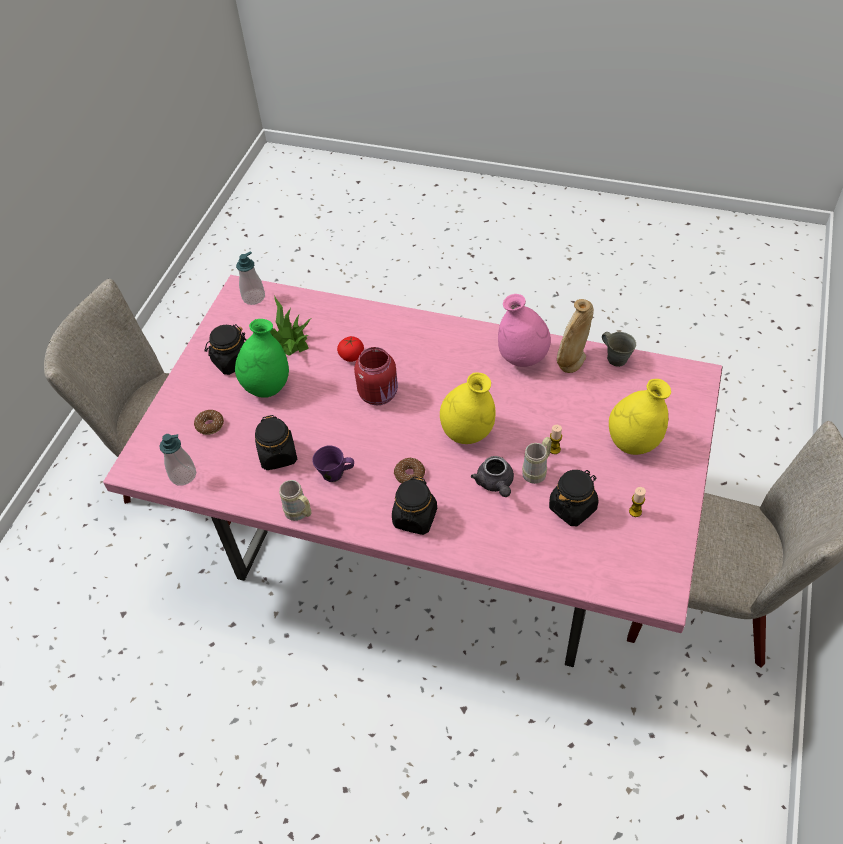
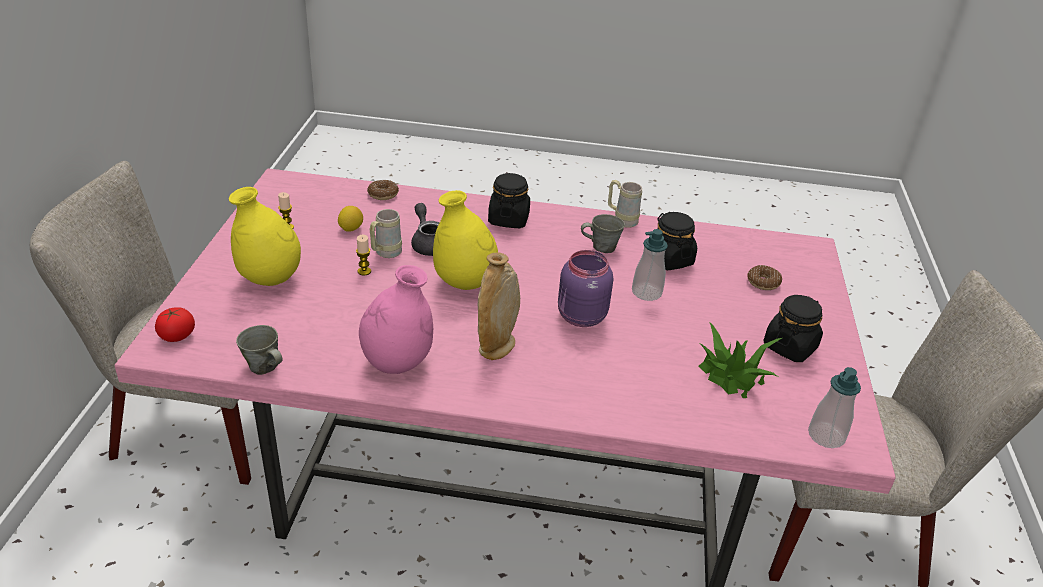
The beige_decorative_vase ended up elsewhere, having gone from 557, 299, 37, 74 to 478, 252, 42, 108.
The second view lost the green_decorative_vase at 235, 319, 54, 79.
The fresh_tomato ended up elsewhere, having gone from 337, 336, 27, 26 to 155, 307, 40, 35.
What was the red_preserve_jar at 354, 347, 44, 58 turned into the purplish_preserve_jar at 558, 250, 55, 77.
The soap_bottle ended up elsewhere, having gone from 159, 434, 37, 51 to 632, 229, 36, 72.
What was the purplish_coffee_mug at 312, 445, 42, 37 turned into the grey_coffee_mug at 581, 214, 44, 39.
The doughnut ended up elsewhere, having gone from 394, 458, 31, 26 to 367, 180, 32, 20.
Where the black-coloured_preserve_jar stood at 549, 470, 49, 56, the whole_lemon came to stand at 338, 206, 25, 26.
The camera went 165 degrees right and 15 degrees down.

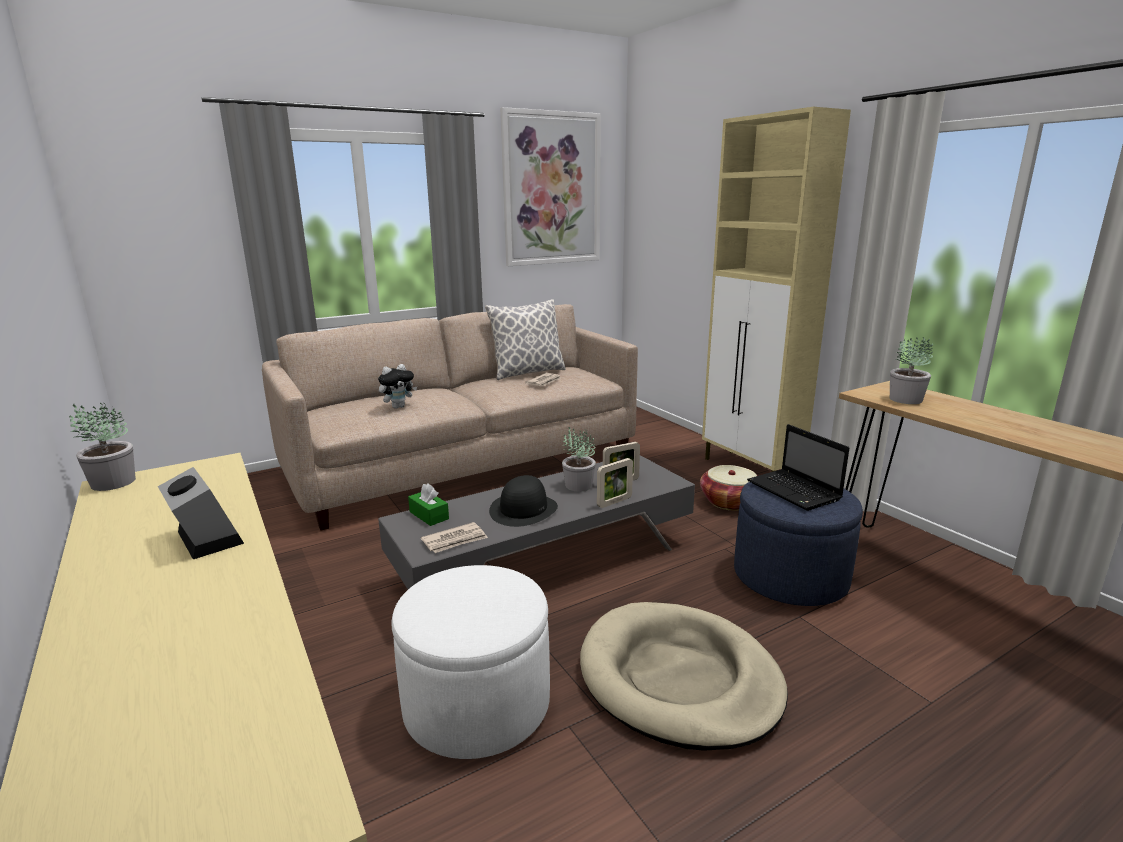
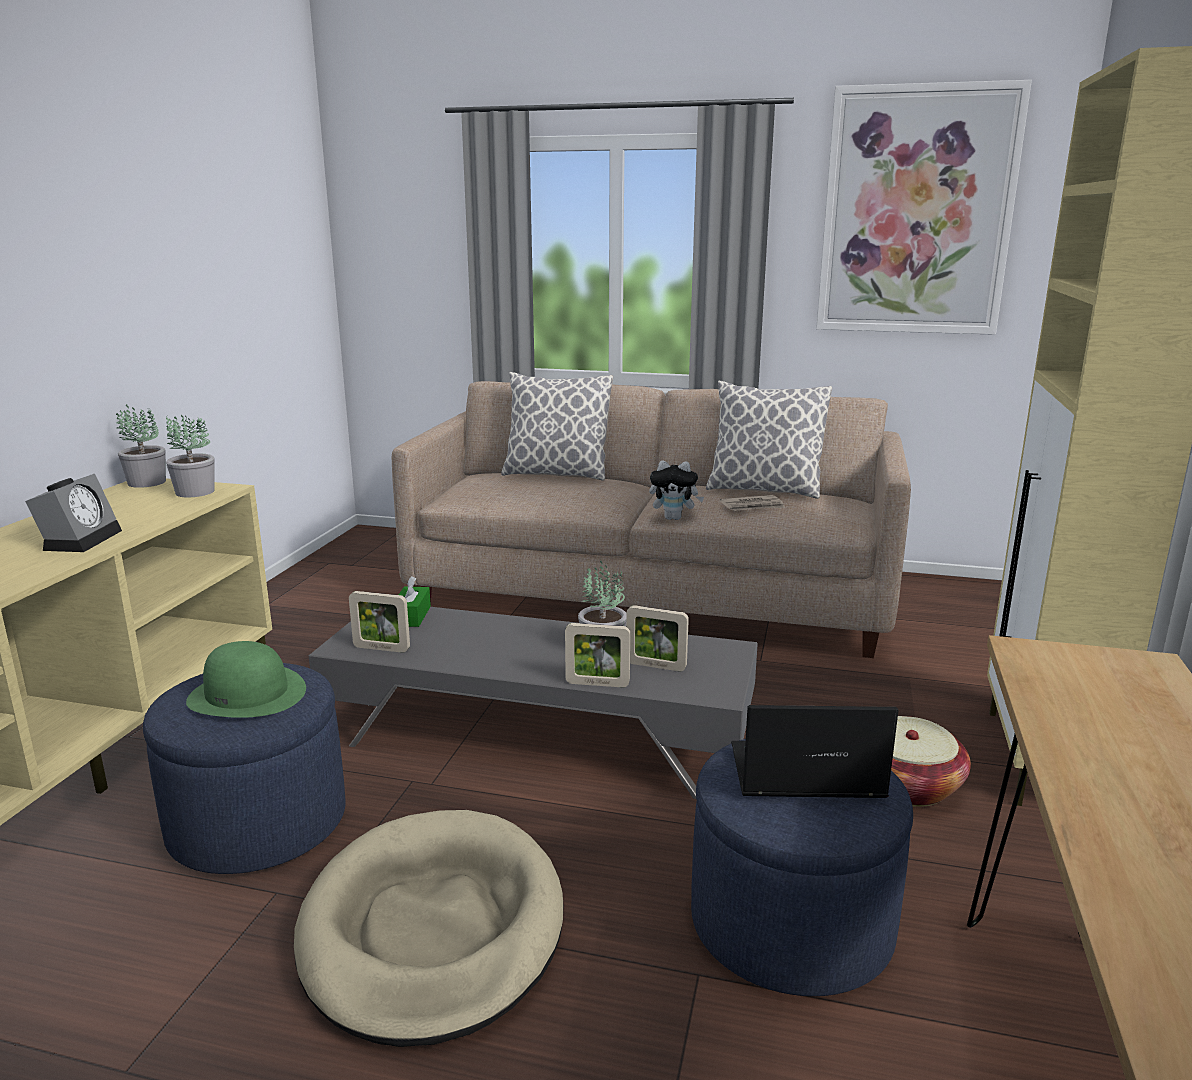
The potted_plant ended up elsewhere, having gone from 890, 337, 43, 67 to 166, 415, 48, 82.
The soft_toy ended up elsewhere, having gone from 378, 364, 39, 45 to 649, 460, 55, 60.
The notebook_computer at 747, 424, 102, 87 ended up facing another way, 75 degrees clockwise from before.
The second view lost the black-coloured_clothing_hat at 489, 475, 69, 52.
Where the daily_paper stood at 421, 522, 67, 31, the picture_frame came to stand at 349, 591, 61, 62.
What was the white_footrest at 391, 565, 159, 194 turned into the blue-coloured_footrest at 143, 663, 203, 211.
The second view gained the cushion at 501, 372, 112, 109.
The second view gained the green_clothing_hat at 186, 641, 120, 77.
The camera went 45 degrees right and 0 degrees up.

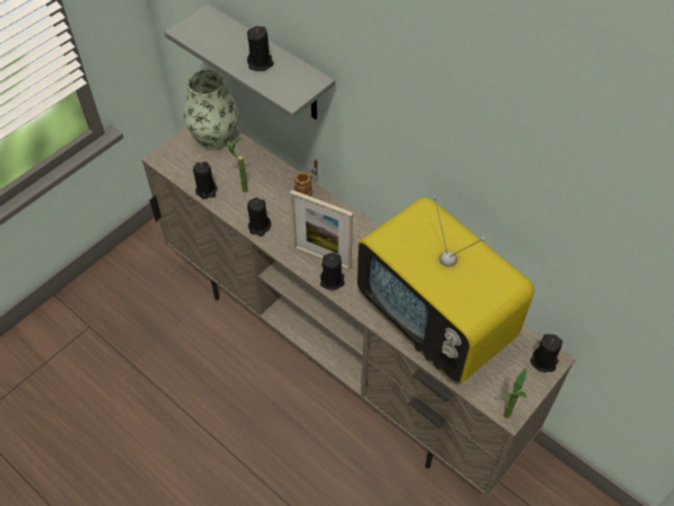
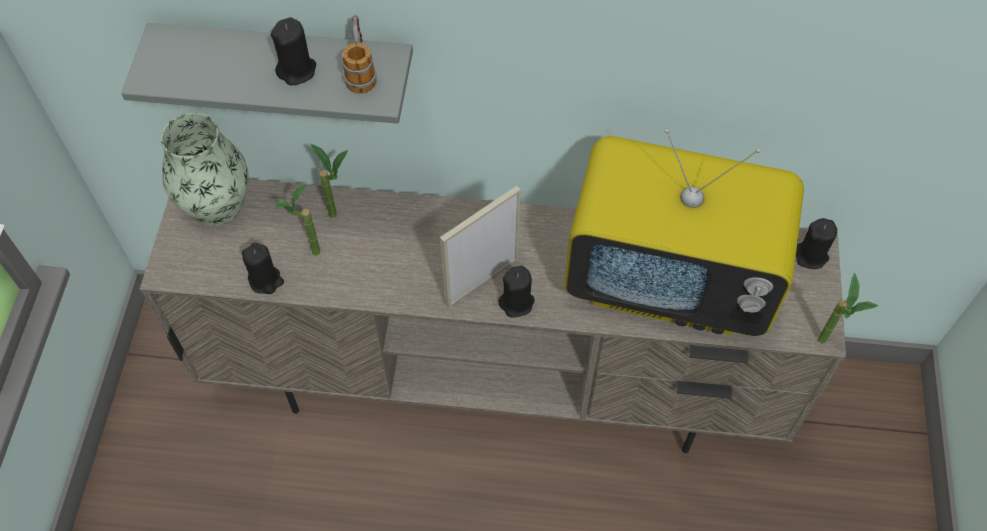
The coffee_mug ended up elsewhere, having gone from 294, 159, 24, 38 to 342, 15, 35, 79.
The picture_frame at 290, 190, 63, 80 ended up facing another way, 150 degrees clockwise from before.
The second view lost the black-coloured_wax_candle at 247, 197, 24, 39.
The second view gained the potted_plant at 311, 144, 37, 74.
The camera went 35 degrees left and 5 degrees up.

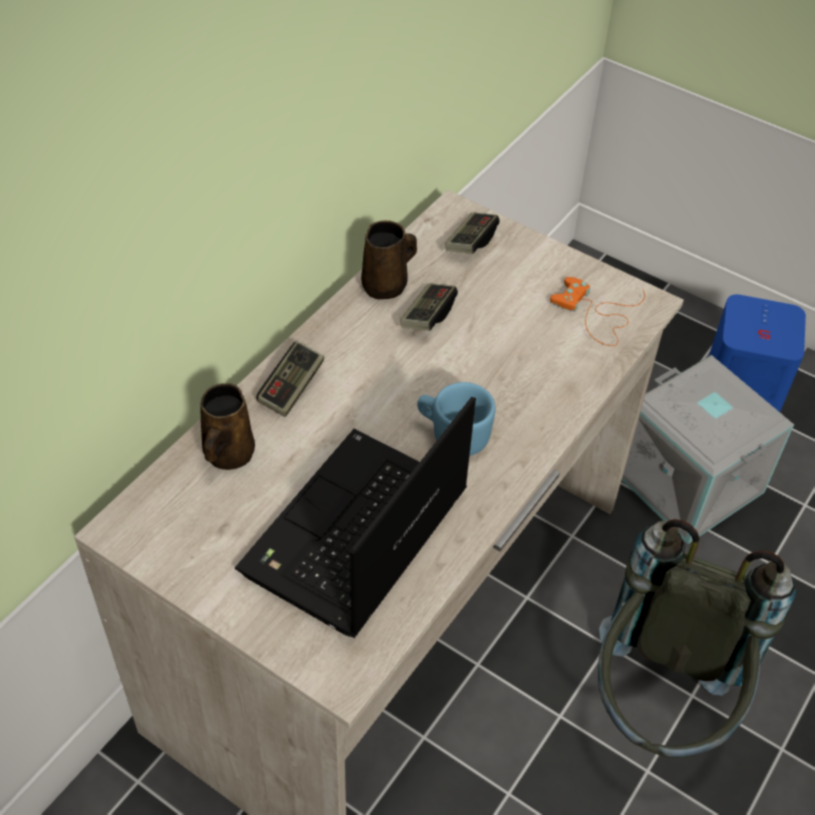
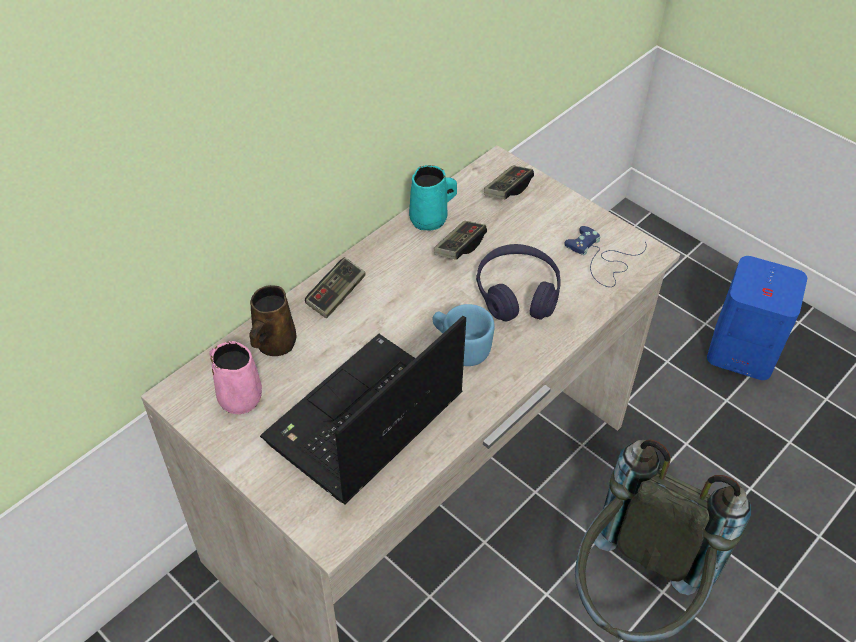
What was the brownish_coffee_mug at 361, 220, 56, 80 turned into the turquoise-coloured_coffee_mug at 409, 165, 48, 66.
What was the orange-coloured_joypad at 550, 277, 95, 69 turned into the blue-coloured_joypad at 564, 226, 82, 61.
The second view lost the grey_storage_box at 622, 355, 172, 189.
The second view gained the purplish_pair_of_headphones at 476, 244, 85, 78.
The second view gained the pink_coffee_mug at 209, 341, 53, 73.
The camera went 10 degrees right and 0 degrees up.

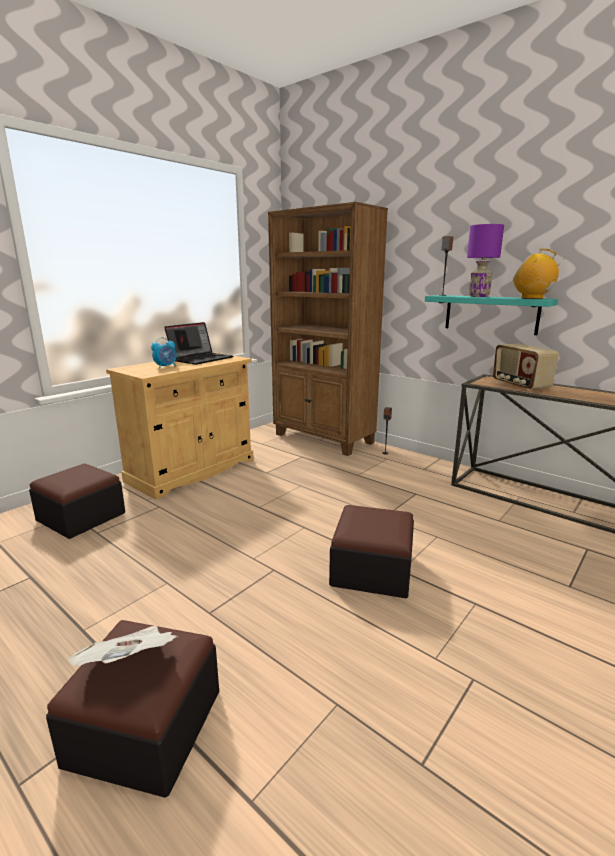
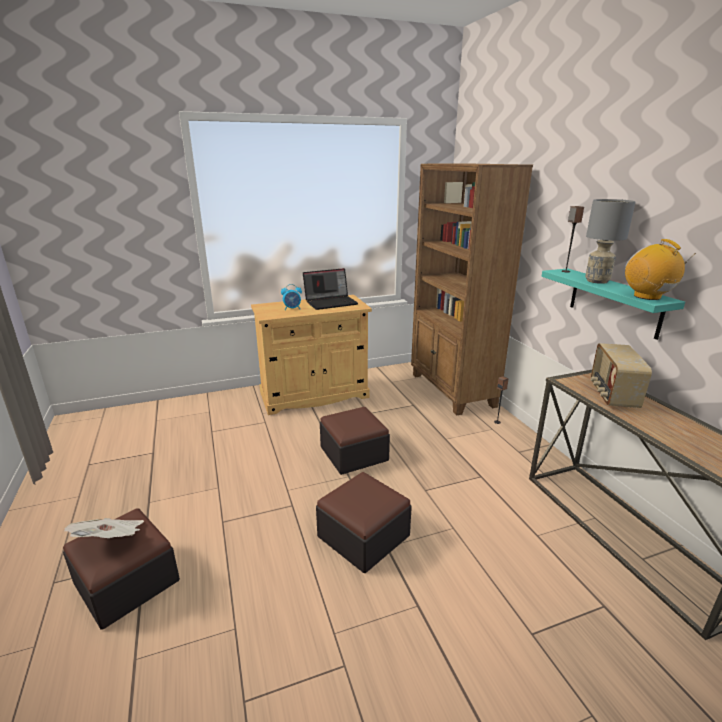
What was the purplish_lamp_for_a_table at 467, 224, 37, 73 turned into the grey_lamp_for_a_table at 585, 199, 51, 85.
The footrest ended up elsewhere, having gone from 29, 464, 96, 75 to 320, 407, 70, 68.
The camera went 30 degrees right and 5 degrees up.

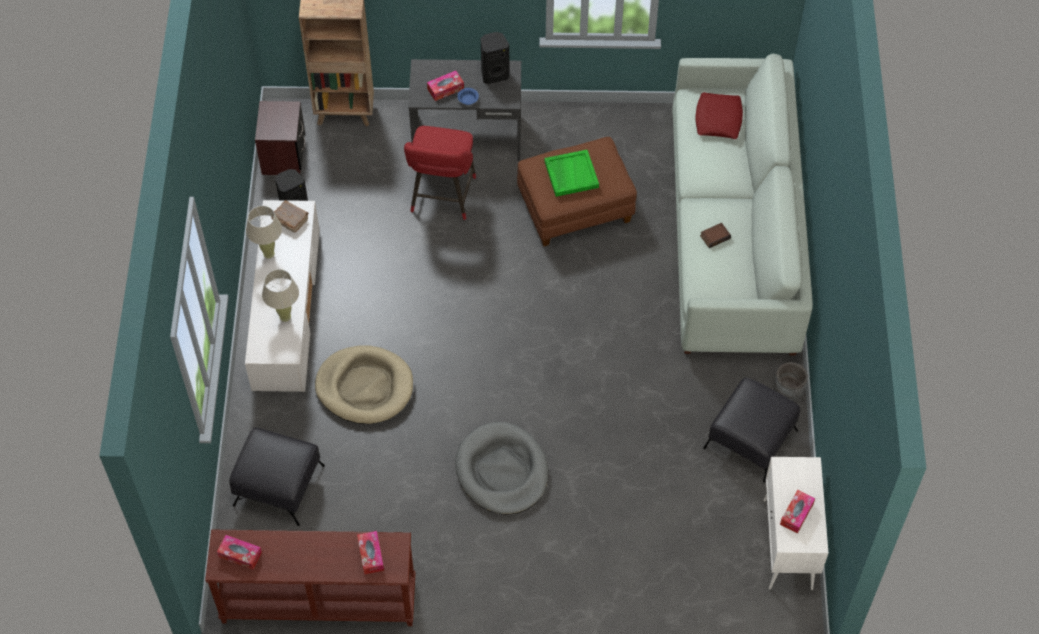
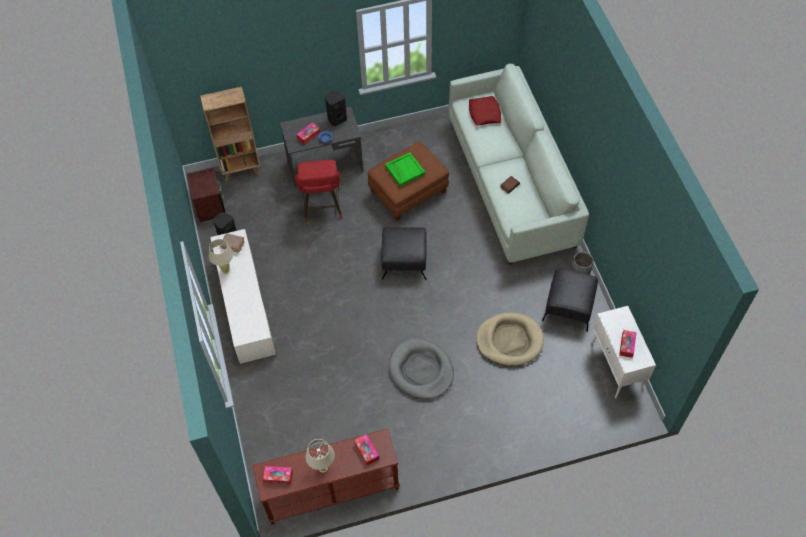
The beige_lamp_for_a_table ended up elsewhere, having gone from 262, 269, 37, 53 to 306, 439, 29, 34.
The beige_dog_cushion ended up elsewhere, having gone from 315, 345, 98, 79 to 476, 312, 68, 54.
The black-coloured_footrest ended up elsewhere, having gone from 229, 427, 96, 99 to 381, 227, 46, 53.
The camera went 15 degrees left and 0 degrees up.

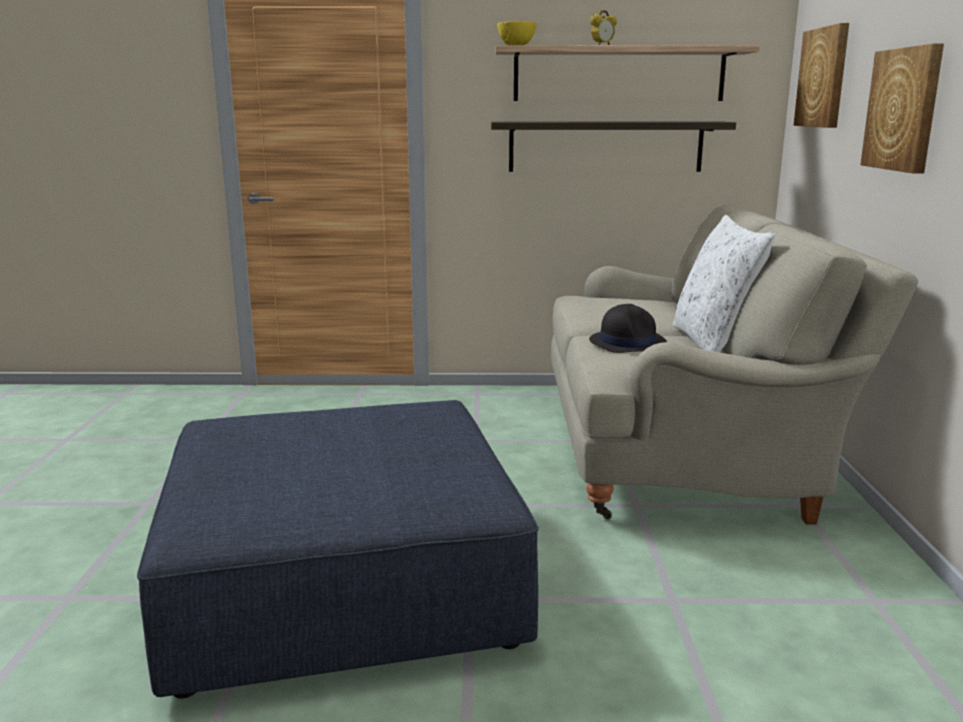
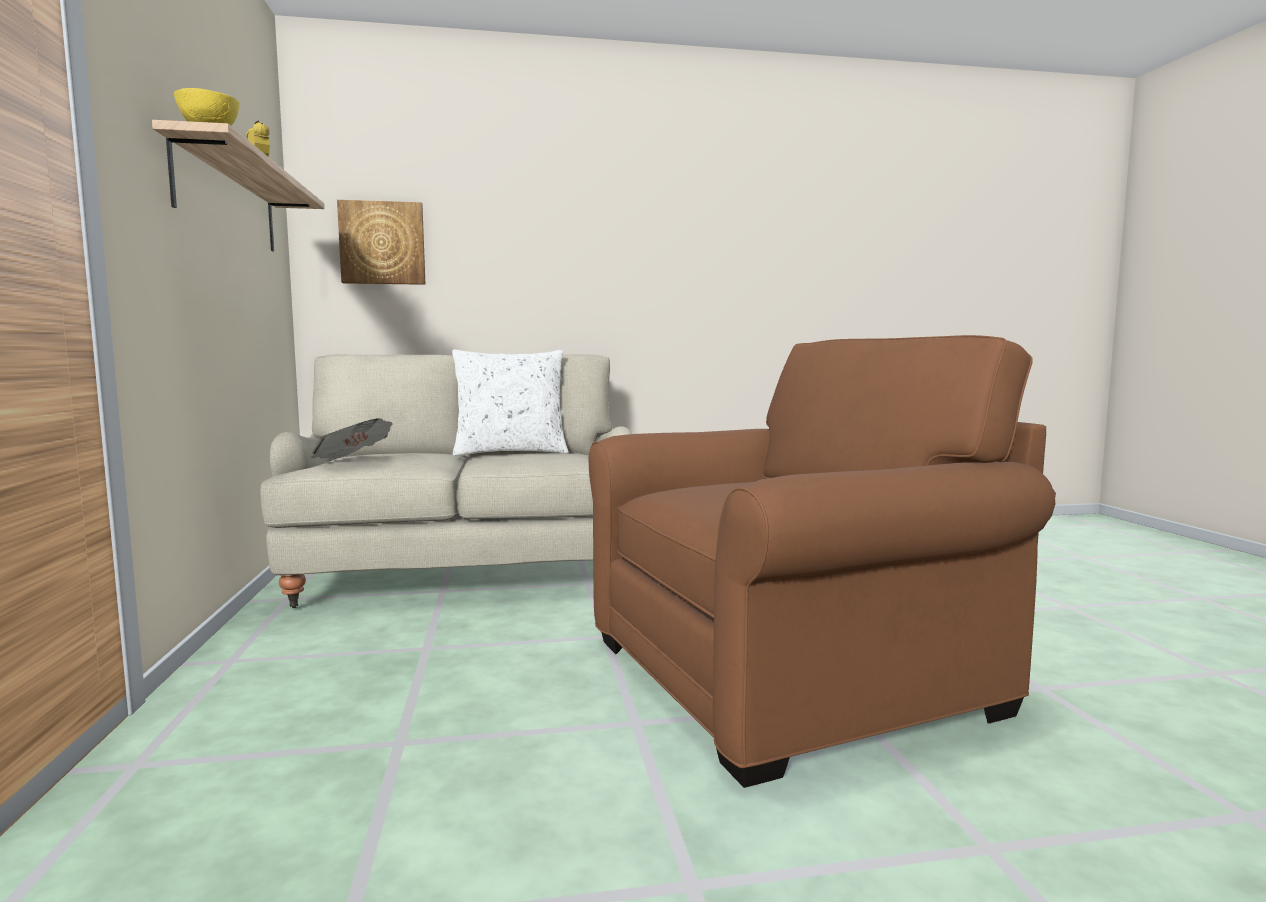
The second view lost the wall_art at 860, 43, 84, 131.
The second view lost the shelf at 491, 121, 245, 51.
The second view lost the black-coloured_clothing_hat at 589, 304, 78, 49.
Where the blue-coloured_footrest stood at 137, 400, 402, 298, the brownish_easy_chair came to stand at 589, 335, 467, 453.
The second view gained the daily_paper at 311, 418, 81, 41.
The camera went 100 degrees left and 10 degrees down.

